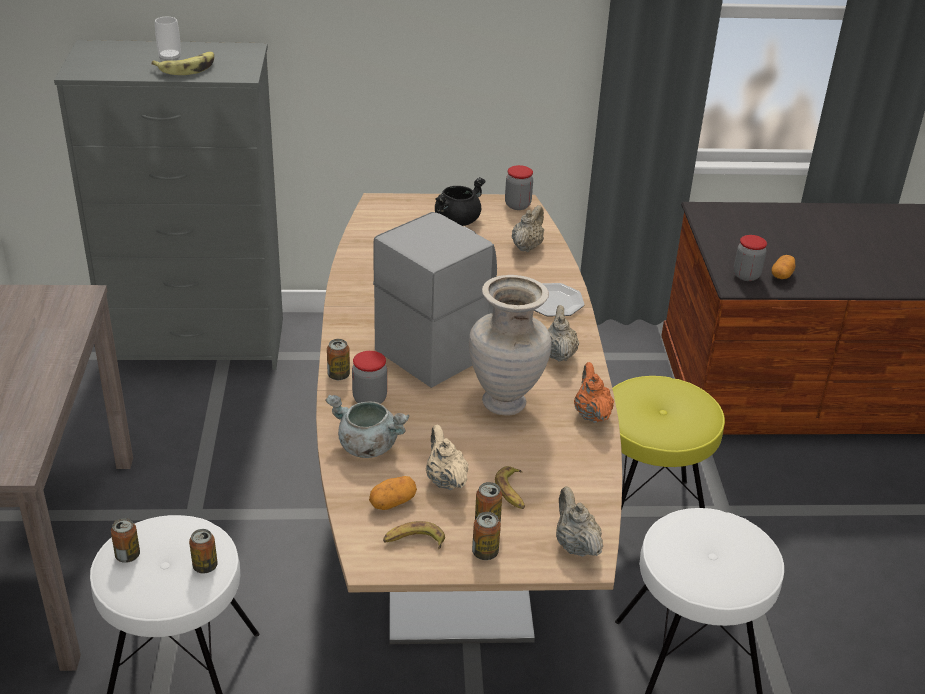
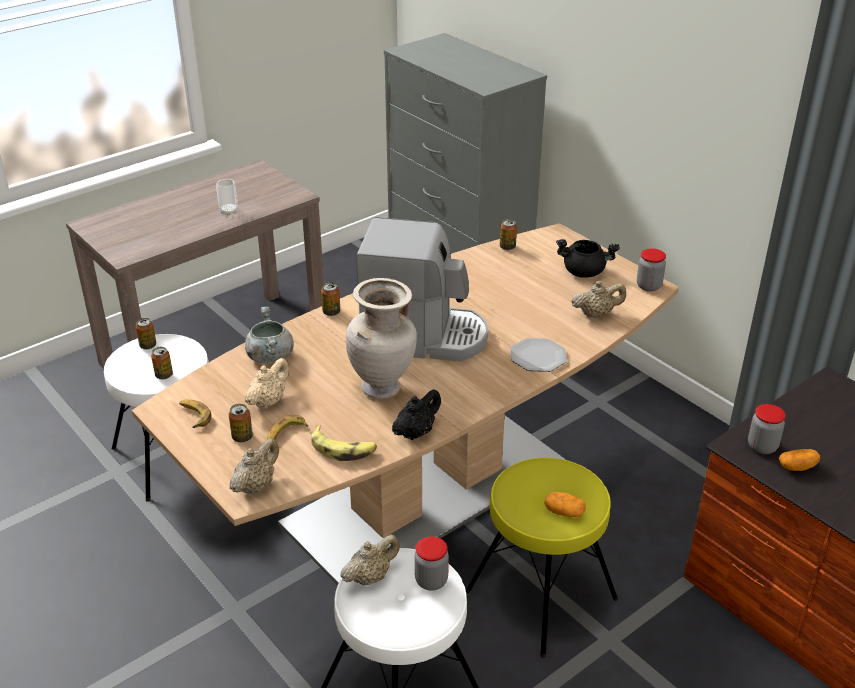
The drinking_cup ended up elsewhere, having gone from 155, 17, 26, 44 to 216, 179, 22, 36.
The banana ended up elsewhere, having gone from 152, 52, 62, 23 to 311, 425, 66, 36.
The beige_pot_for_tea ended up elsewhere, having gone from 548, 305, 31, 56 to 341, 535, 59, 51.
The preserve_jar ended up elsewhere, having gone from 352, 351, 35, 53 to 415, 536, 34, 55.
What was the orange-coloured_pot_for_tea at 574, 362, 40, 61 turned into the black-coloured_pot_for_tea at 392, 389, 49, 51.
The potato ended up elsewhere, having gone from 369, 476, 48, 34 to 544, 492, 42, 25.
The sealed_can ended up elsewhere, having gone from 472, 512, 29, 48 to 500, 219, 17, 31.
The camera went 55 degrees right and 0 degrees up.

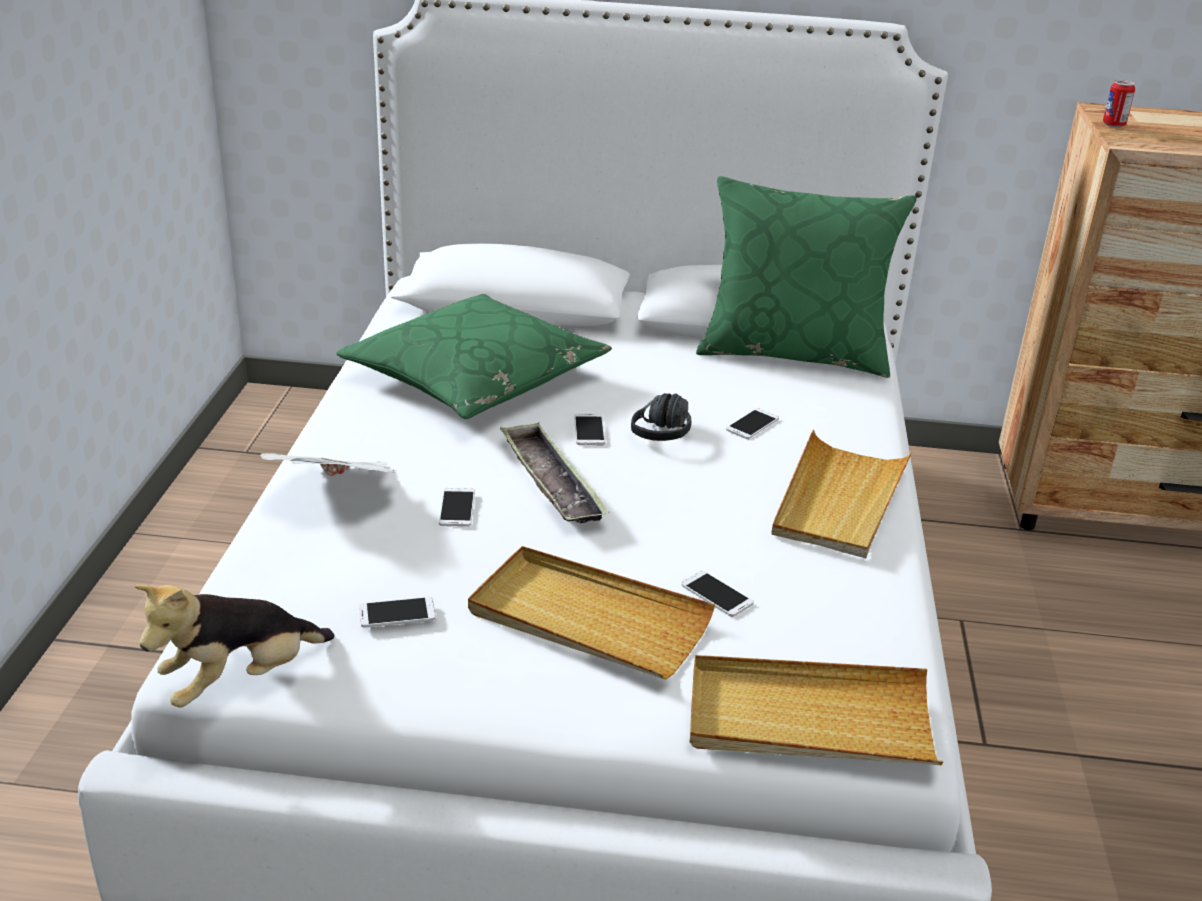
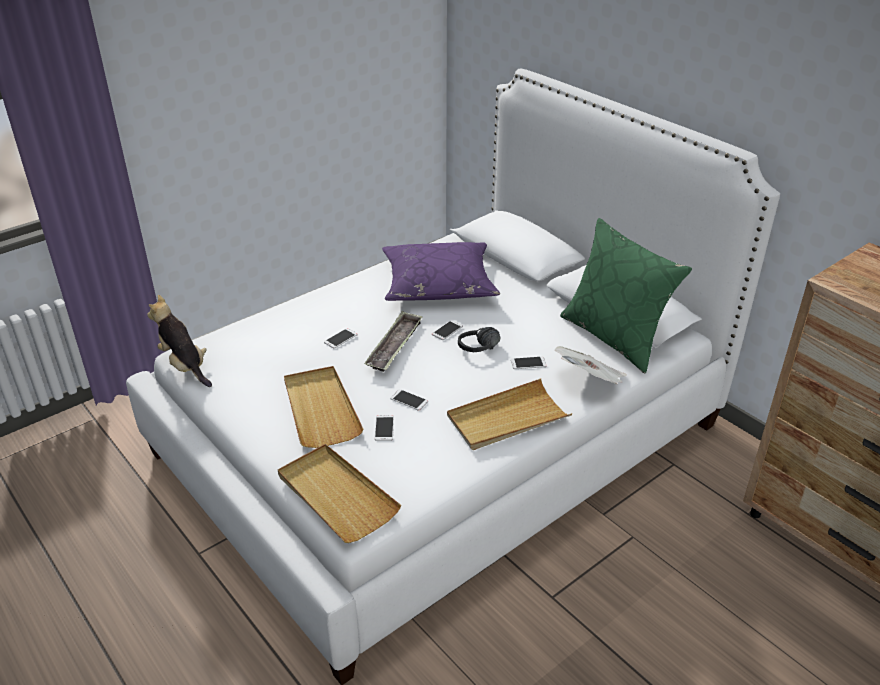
The second view lost the sealed_can at 1103, 80, 32, 48.
What was the green_cushion at 336, 294, 276, 125 turned into the purplish_cushion at 382, 242, 118, 59.
The daily_paper ended up elsewhere, having gone from 260, 453, 137, 23 to 555, 346, 71, 38.
The soft_toy at 134, 585, 201, 123 ended up facing another way, 45 degrees clockwise from before.
The handset ended up elsewhere, having gone from 359, 597, 77, 31 to 390, 389, 38, 22.
The camera went 45 degrees right and 5 degrees up.

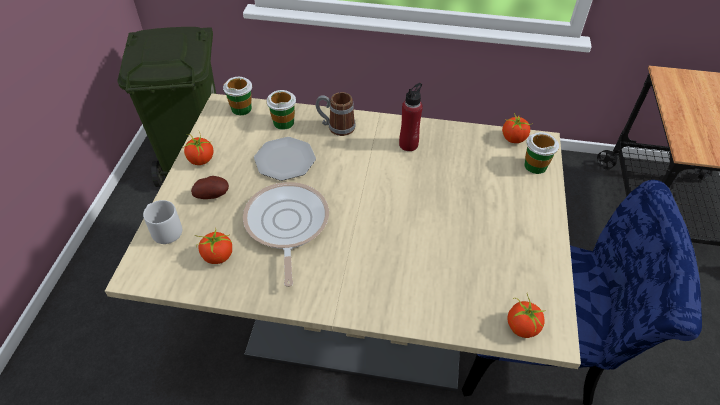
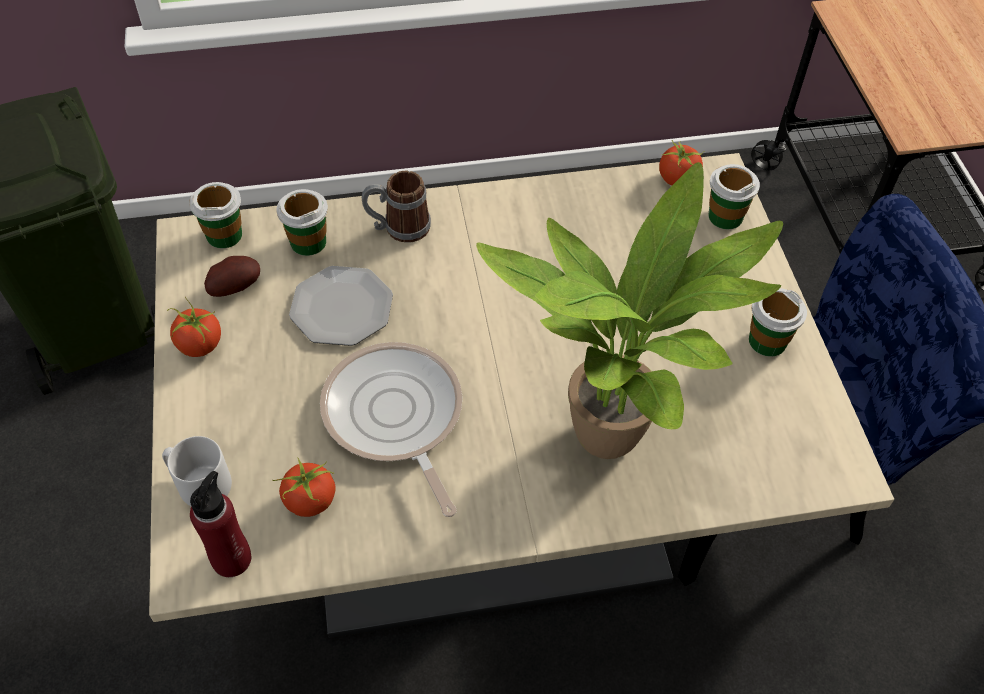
The red_drink_bottle ended up elsewhere, having gone from 399, 83, 24, 68 to 190, 471, 61, 106.
The potato ended up elsewhere, having gone from 191, 176, 38, 23 to 204, 256, 56, 41.
The second view lost the fresh_tomato at 508, 294, 38, 44.
The second view gained the potted_plant at 476, 162, 307, 297.
The second view gained the drinking_cup at 749, 288, 58, 69.
The camera went 20 degrees left and 5 degrees up.

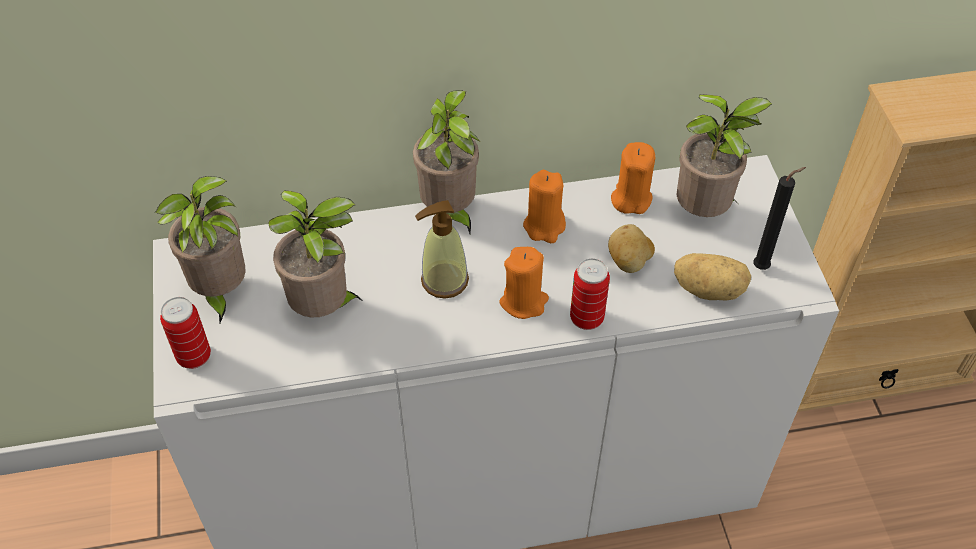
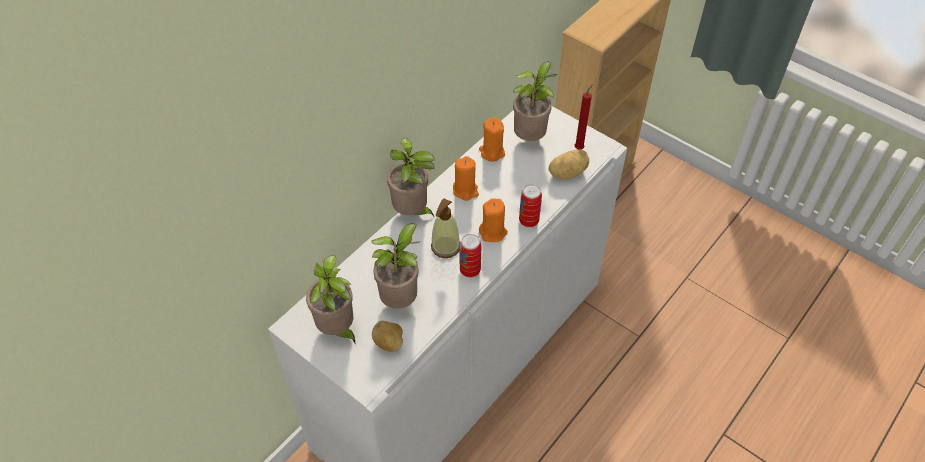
What was the black-coloured_wax_candle at 753, 167, 53, 103 turned into the red_wax_candle at 574, 84, 19, 65.
The potato ended up elsewhere, having gone from 608, 224, 47, 49 to 372, 321, 31, 31.
The sealed_can ended up elsewhere, having gone from 160, 297, 51, 72 to 460, 234, 21, 43.
The camera went 40 degrees left and 0 degrees up.

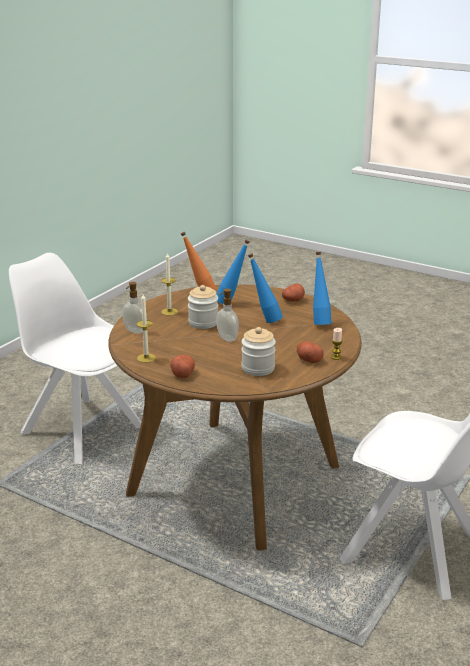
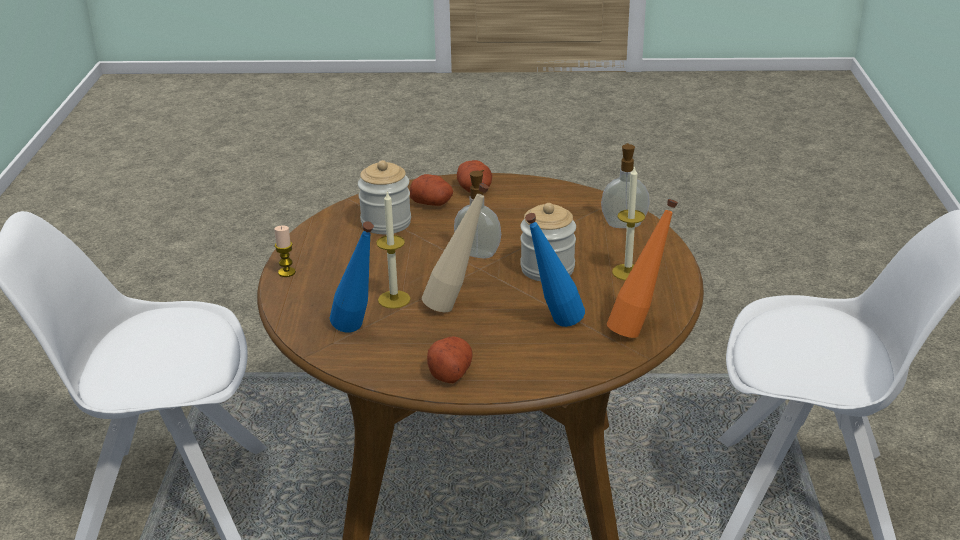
What was the blue-coloured_drink_bottle at 248, 253, 35, 70 turned into the beige_drink_bottle at 422, 183, 67, 129.
The wax_candle ended up elsewhere, having gone from 137, 294, 19, 69 to 376, 191, 35, 118.
The potato ended up elsewhere, having gone from 297, 341, 27, 22 to 410, 174, 43, 32.
The camera went 150 degrees right and 5 degrees up.

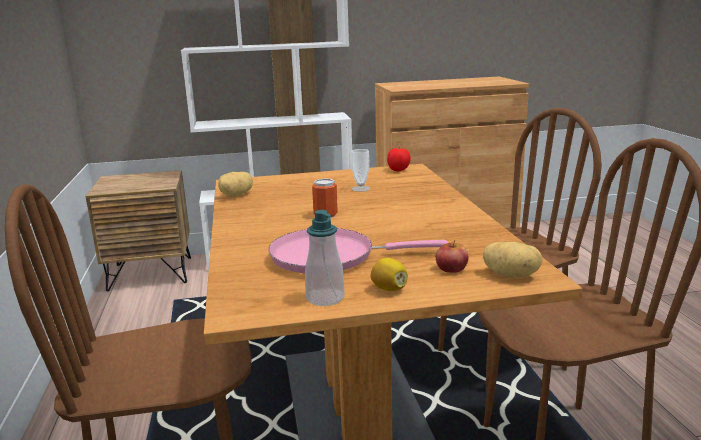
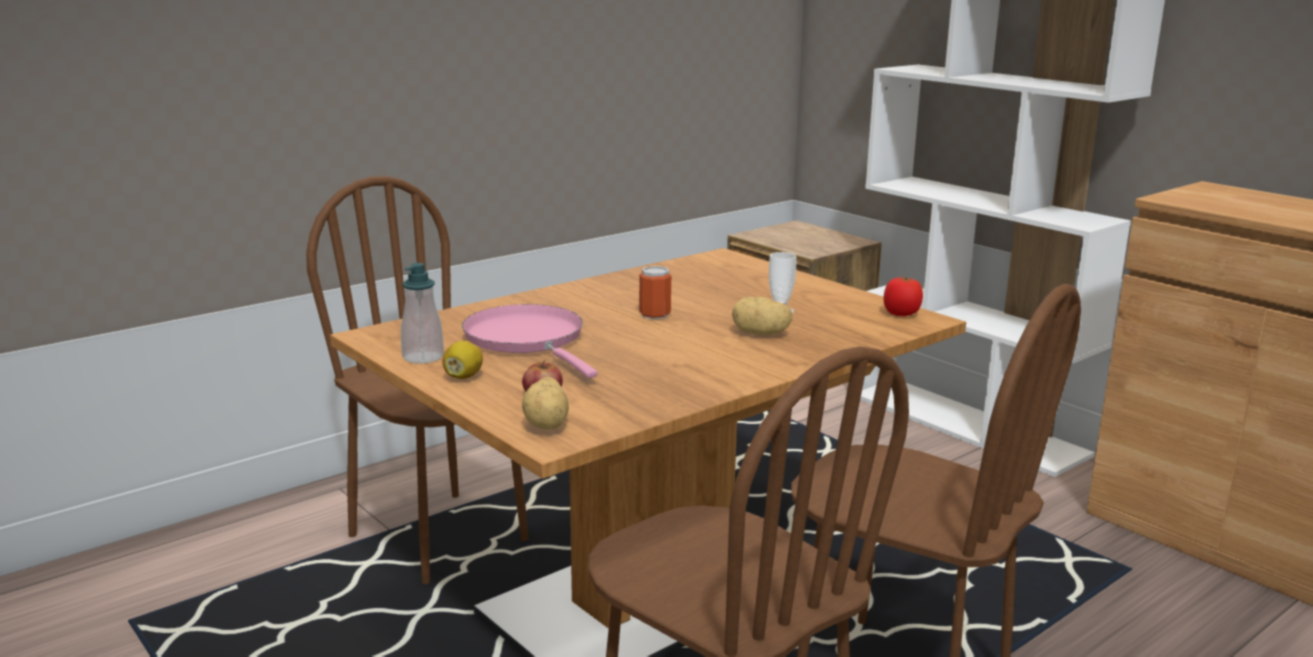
The potato ended up elsewhere, having gone from 218, 172, 35, 25 to 732, 297, 60, 39.
The camera went 60 degrees right and 0 degrees up.

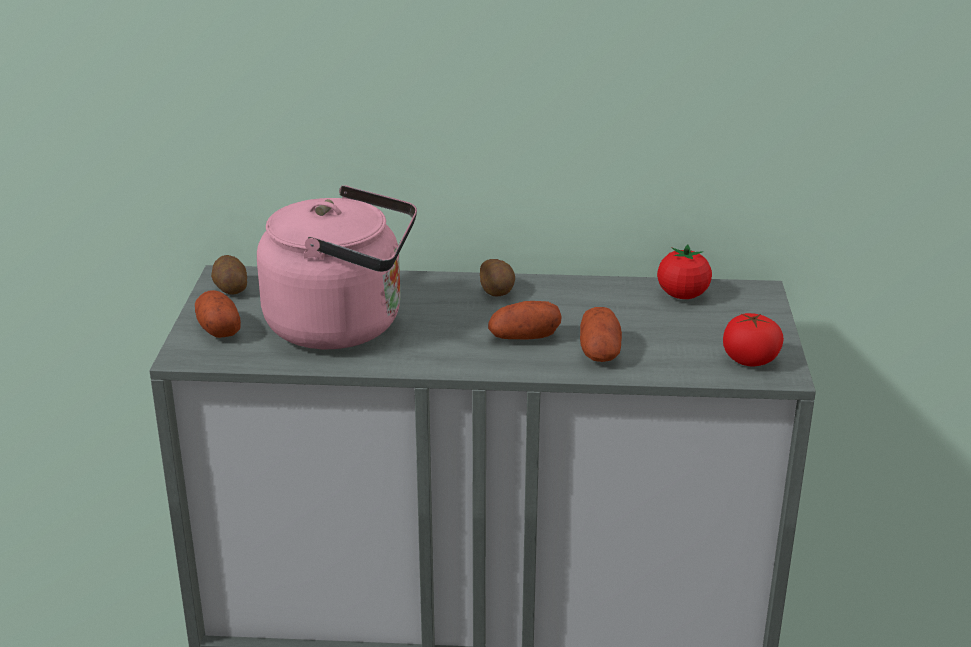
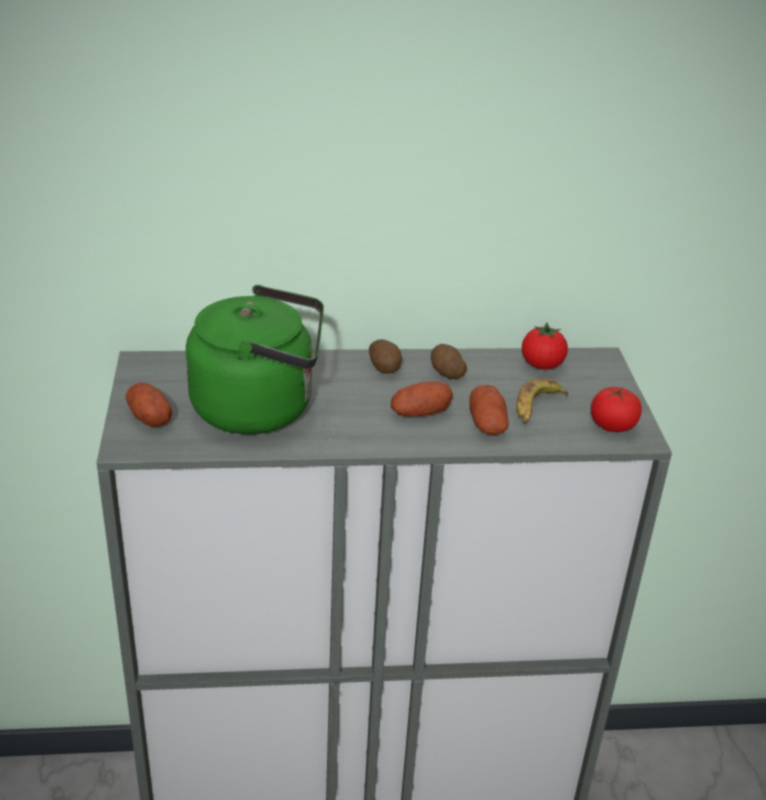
What was the pink_kettle at 257, 185, 160, 164 turned into the green_kettle at 186, 285, 138, 149.
The potato ended up elsewhere, having gone from 211, 255, 36, 40 to 431, 344, 36, 35.
The second view gained the banana at 517, 379, 52, 45.
The camera went 10 degrees left and 5 degrees up.

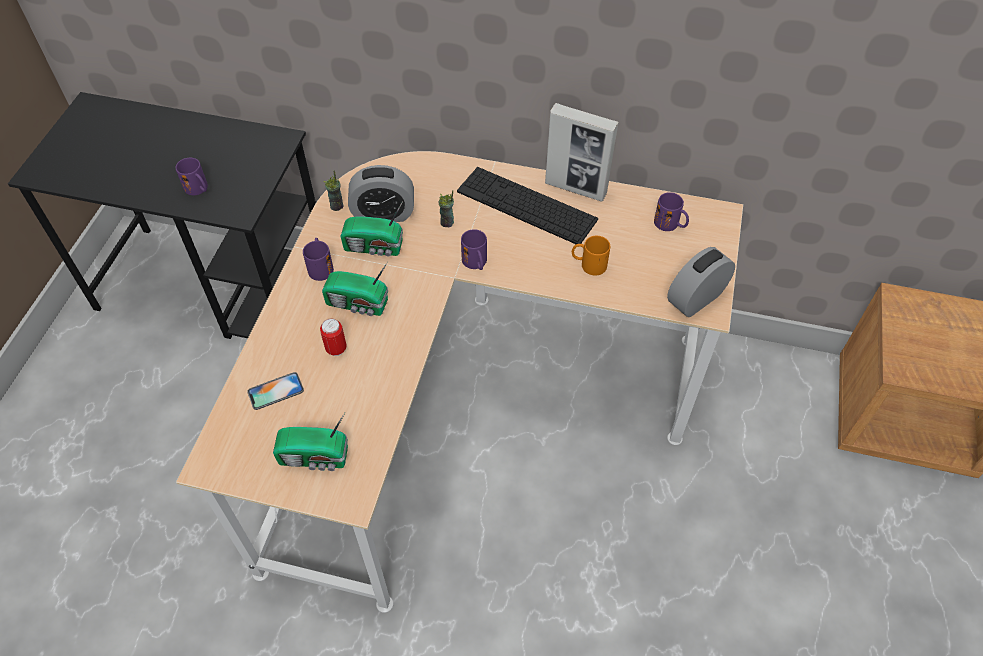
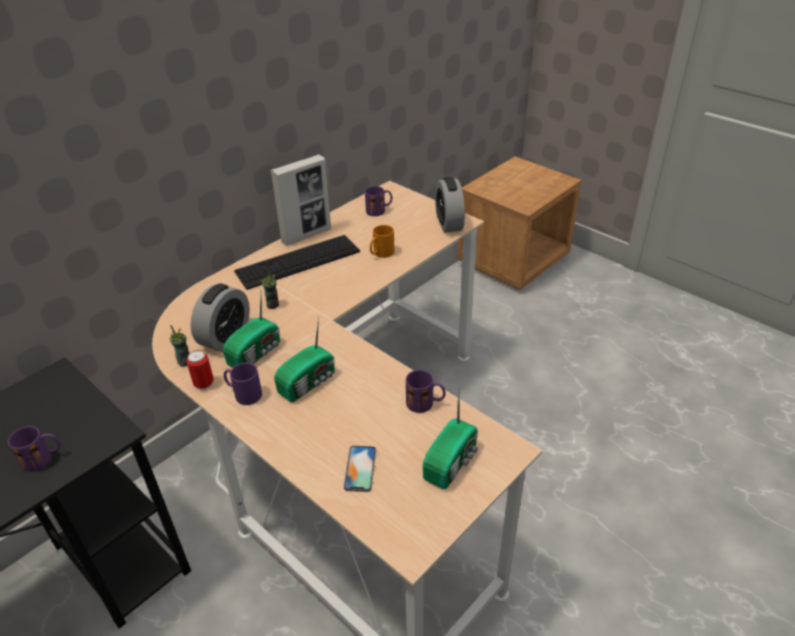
The purplish_coffee_mug ended up elsewhere, having gone from 461, 229, 26, 41 to 406, 370, 40, 43.
The sealed_can ended up elsewhere, having gone from 320, 318, 26, 38 to 186, 350, 28, 40.
The camera went 60 degrees left and 15 degrees down.

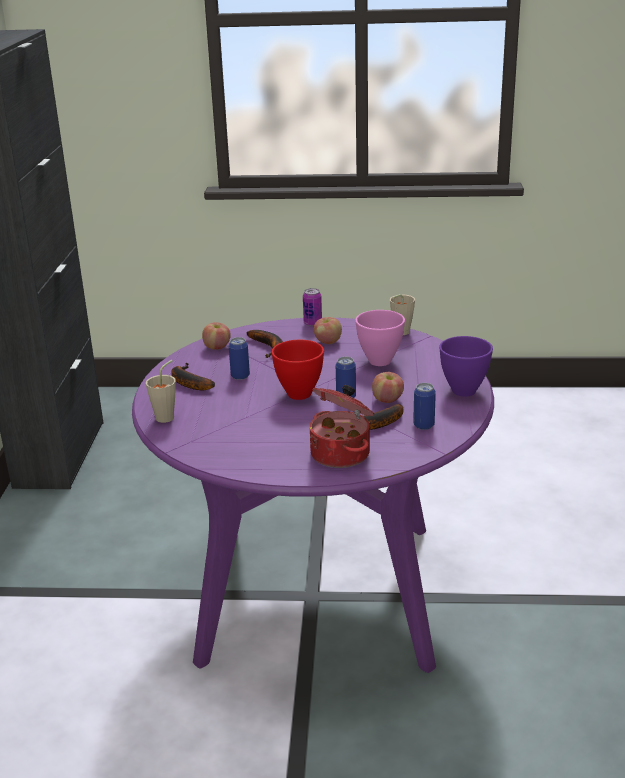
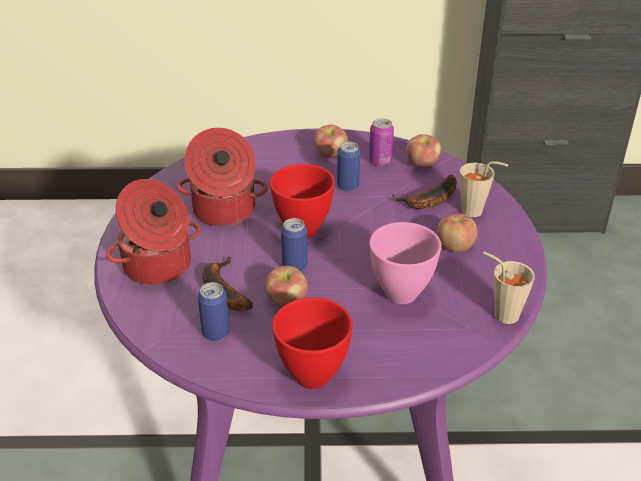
The sealed_can ended up elsewhere, having gone from 303, 288, 19, 39 to 369, 118, 25, 48.
What was the purplish_bowl at 439, 336, 54, 61 turned into the red_bowl at 272, 297, 81, 92.
The beige_drinking_cup ended up elsewhere, having gone from 146, 360, 30, 63 to 460, 161, 48, 56.
Where the banana stood at 171, 363, 44, 27, the apple came to stand at 314, 125, 34, 33.
The second view gained the stockpot at 177, 128, 91, 98.
The camera went 85 degrees right and 10 degrees up.

